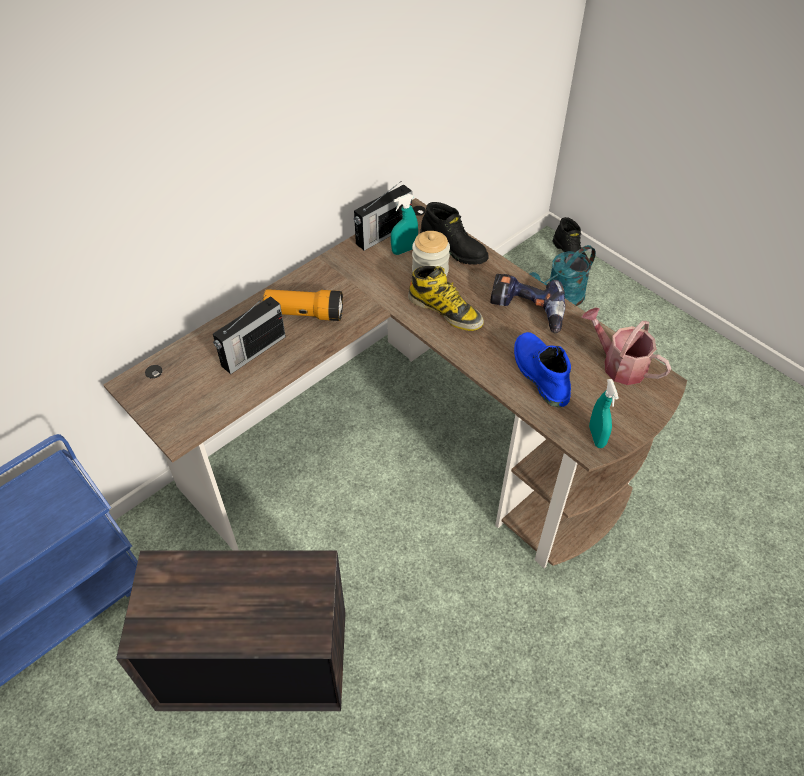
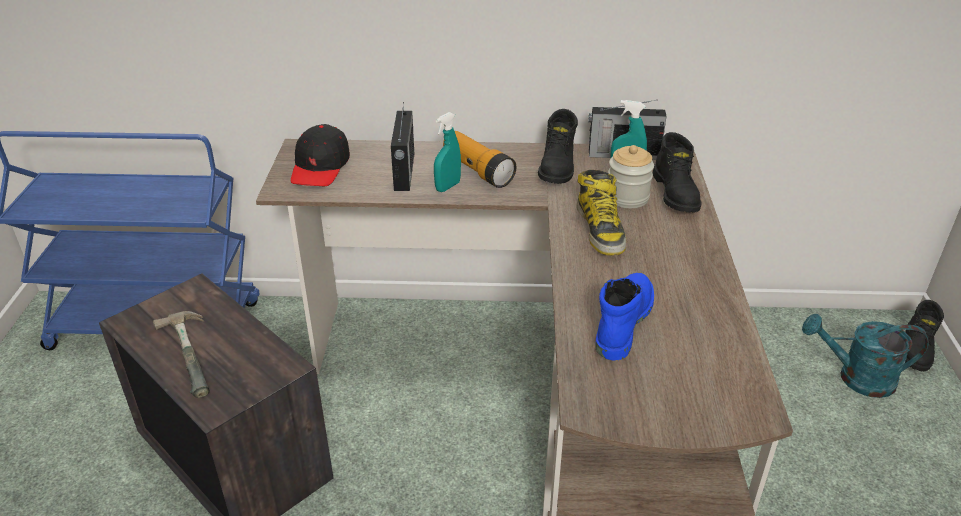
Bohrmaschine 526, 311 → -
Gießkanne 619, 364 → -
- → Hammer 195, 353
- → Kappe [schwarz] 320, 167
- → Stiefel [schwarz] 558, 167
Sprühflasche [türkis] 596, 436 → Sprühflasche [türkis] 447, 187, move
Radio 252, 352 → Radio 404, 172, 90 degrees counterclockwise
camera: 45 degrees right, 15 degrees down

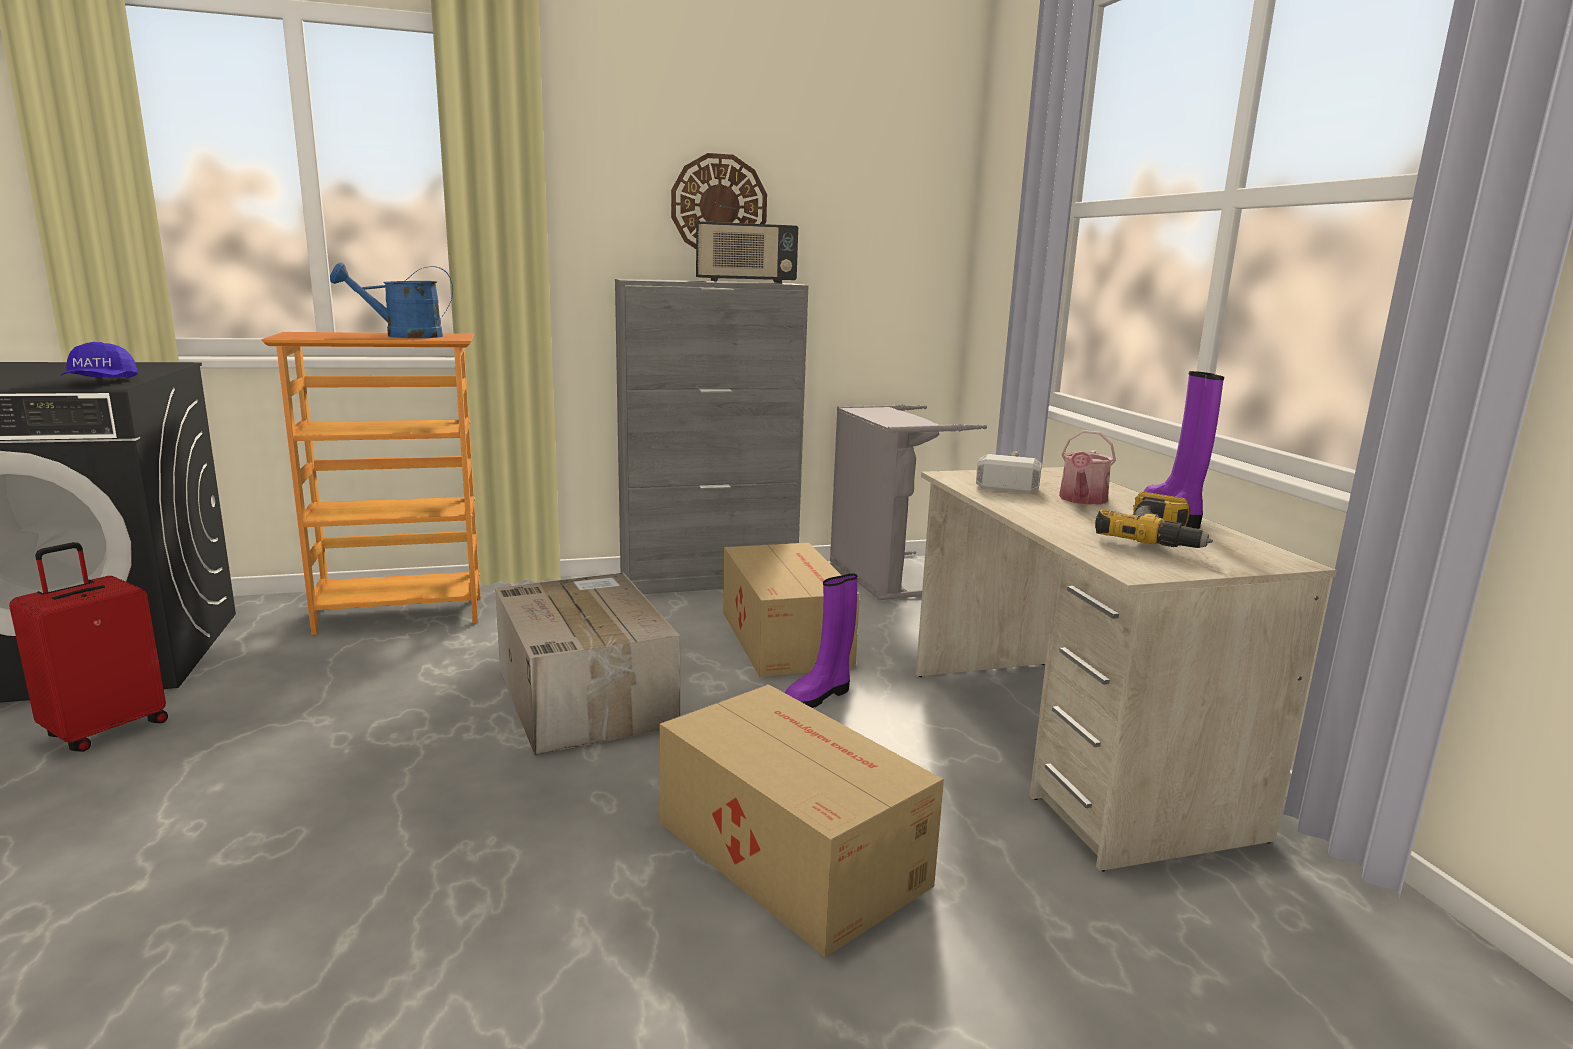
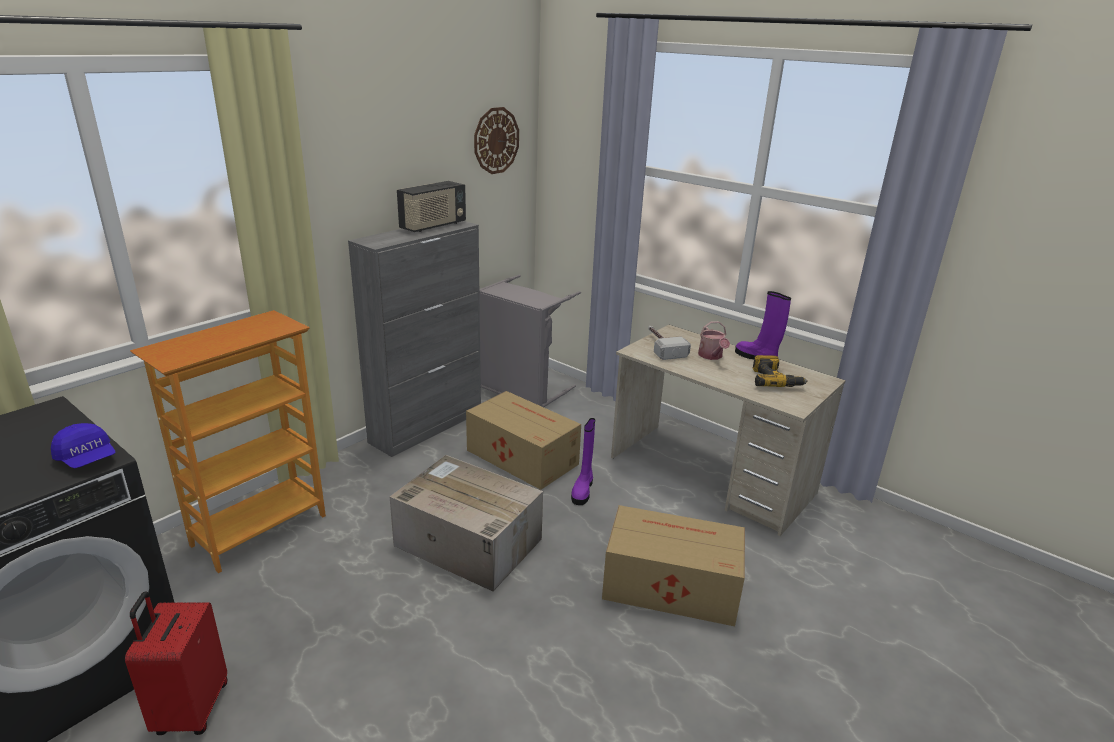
Gießkanne [blau] 403, 336 → -
Wanduhr 719, 206 → Wanduhr 496, 140, move
camera: 35 degrees left, 10 degrees up

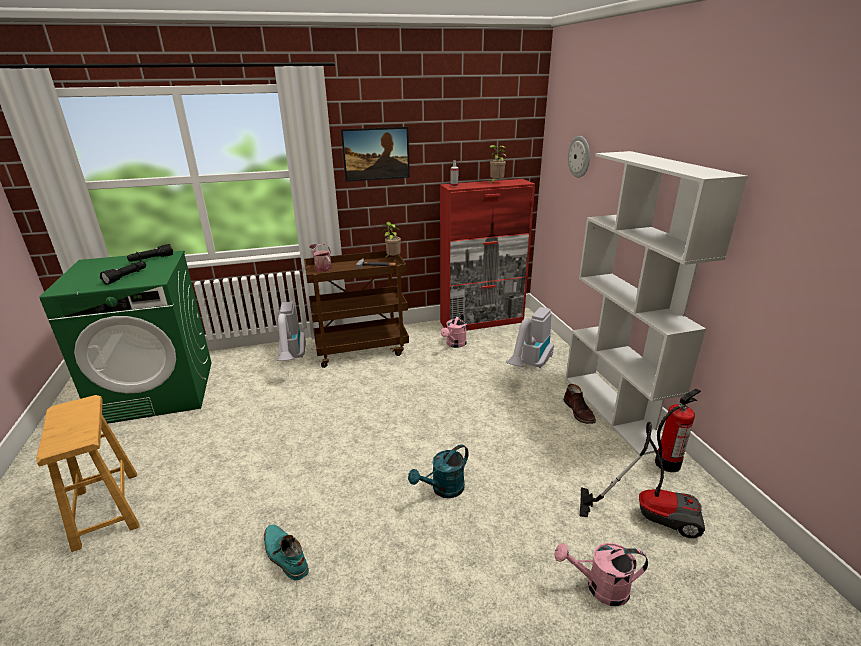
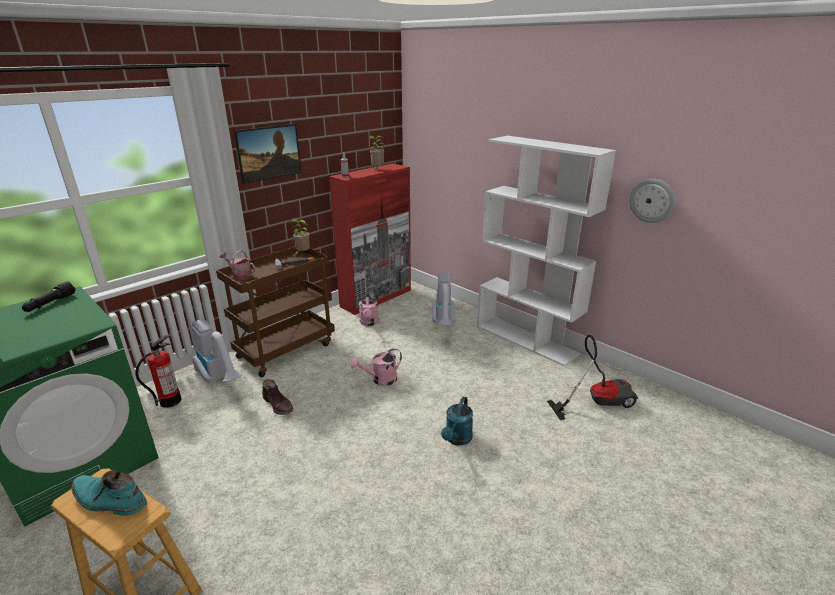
Taschenlampe [schwarz] 126, 277 → -
Stiefel [türkis] 285, 555 → Stiefel [türkis] 109, 500, move
Gießkanne [rosa] 599, 587 → Gießkanne [rosa] 380, 380, move
Stiefel [braun] 579, 412 → Stiefel [braun] 278, 404, move
Wanduhr 579, 157 → Wanduhr 652, 200, move
Feuerlöscher 667, 463 → Feuerlöscher 170, 401, move
camera: 30 degrees left, 0 degrees up

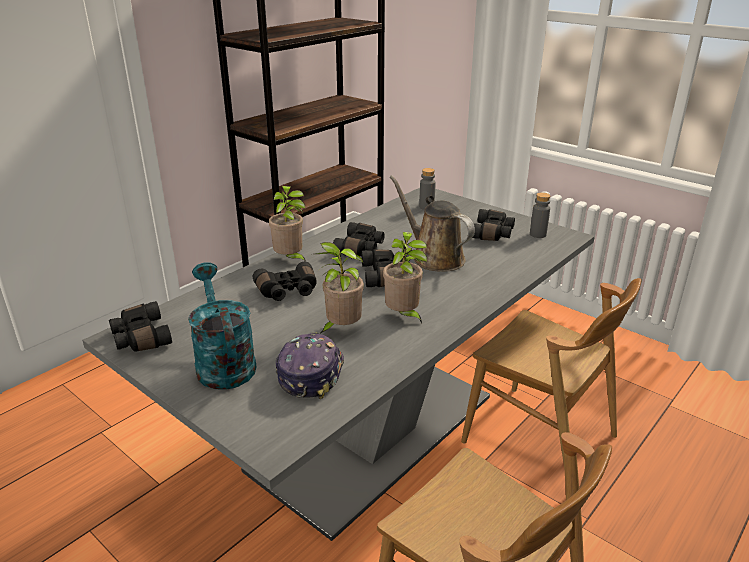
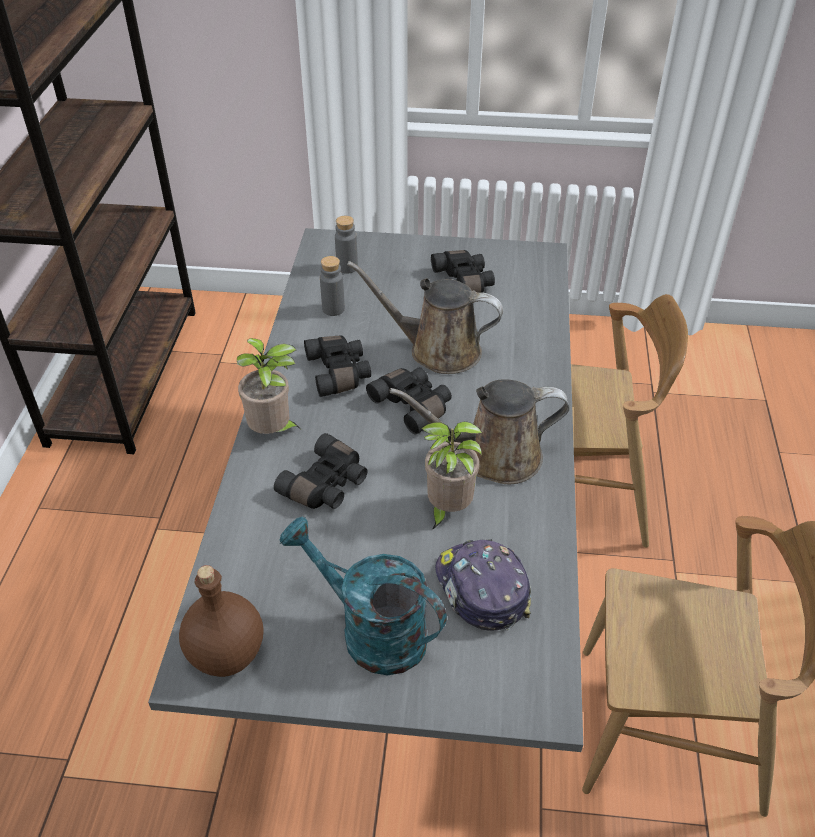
Flasche [grau] 537, 234 → Flasche [grau] 333, 309, move
Fernglas [schwarz] 140, 338 → Flasche [braun] 225, 654
Topfpflanze 403, 316 → Gießkanne [braun] 493, 457
camera: 35 degrees left, 15 degrees up

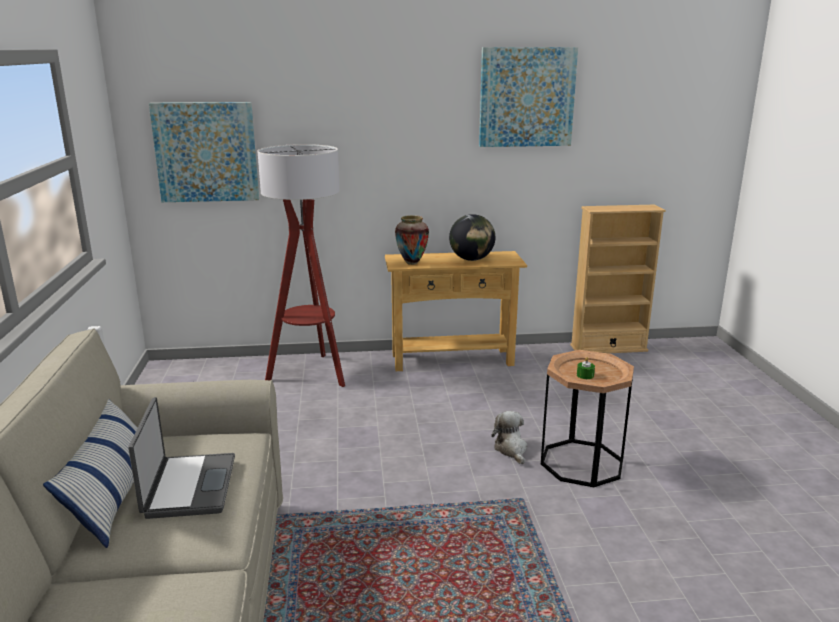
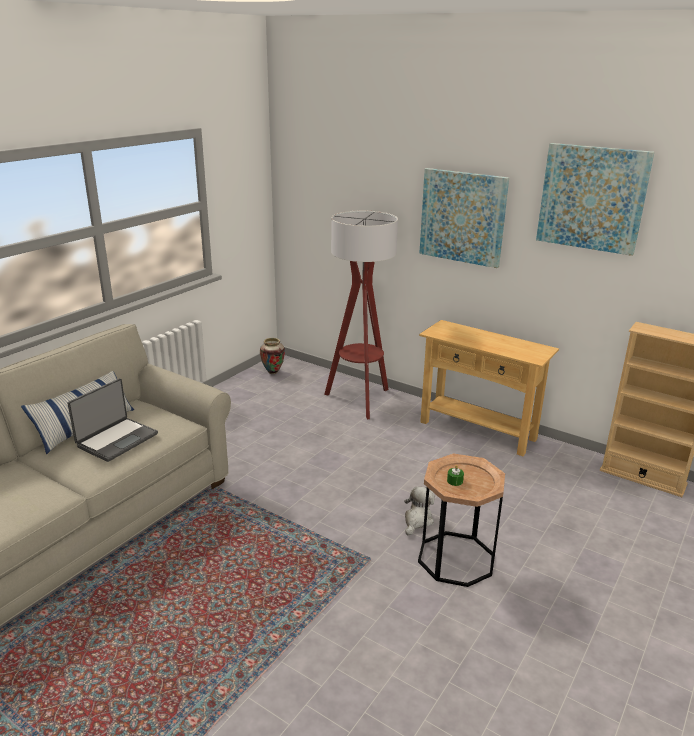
Globus 471, 259 → -
Bild 206, 152 → Bild 463, 217, move
Vase 411, 263 → Vase 273, 372, move
camera: 40 degrees right, 5 degrees up

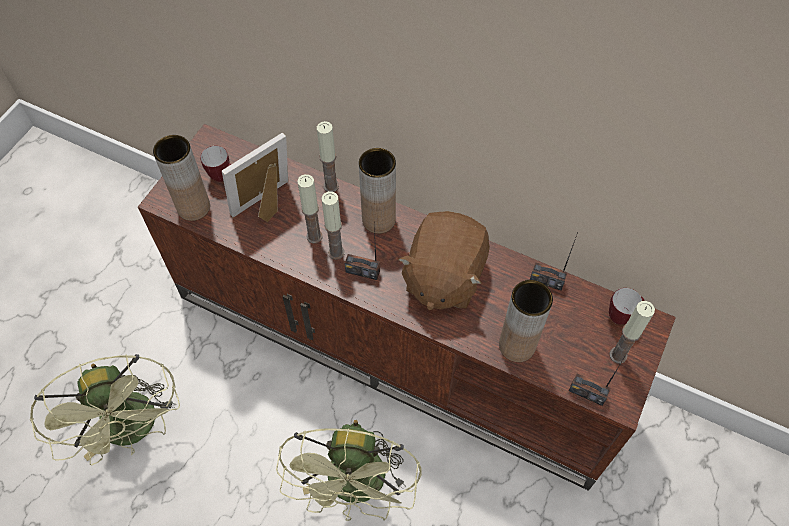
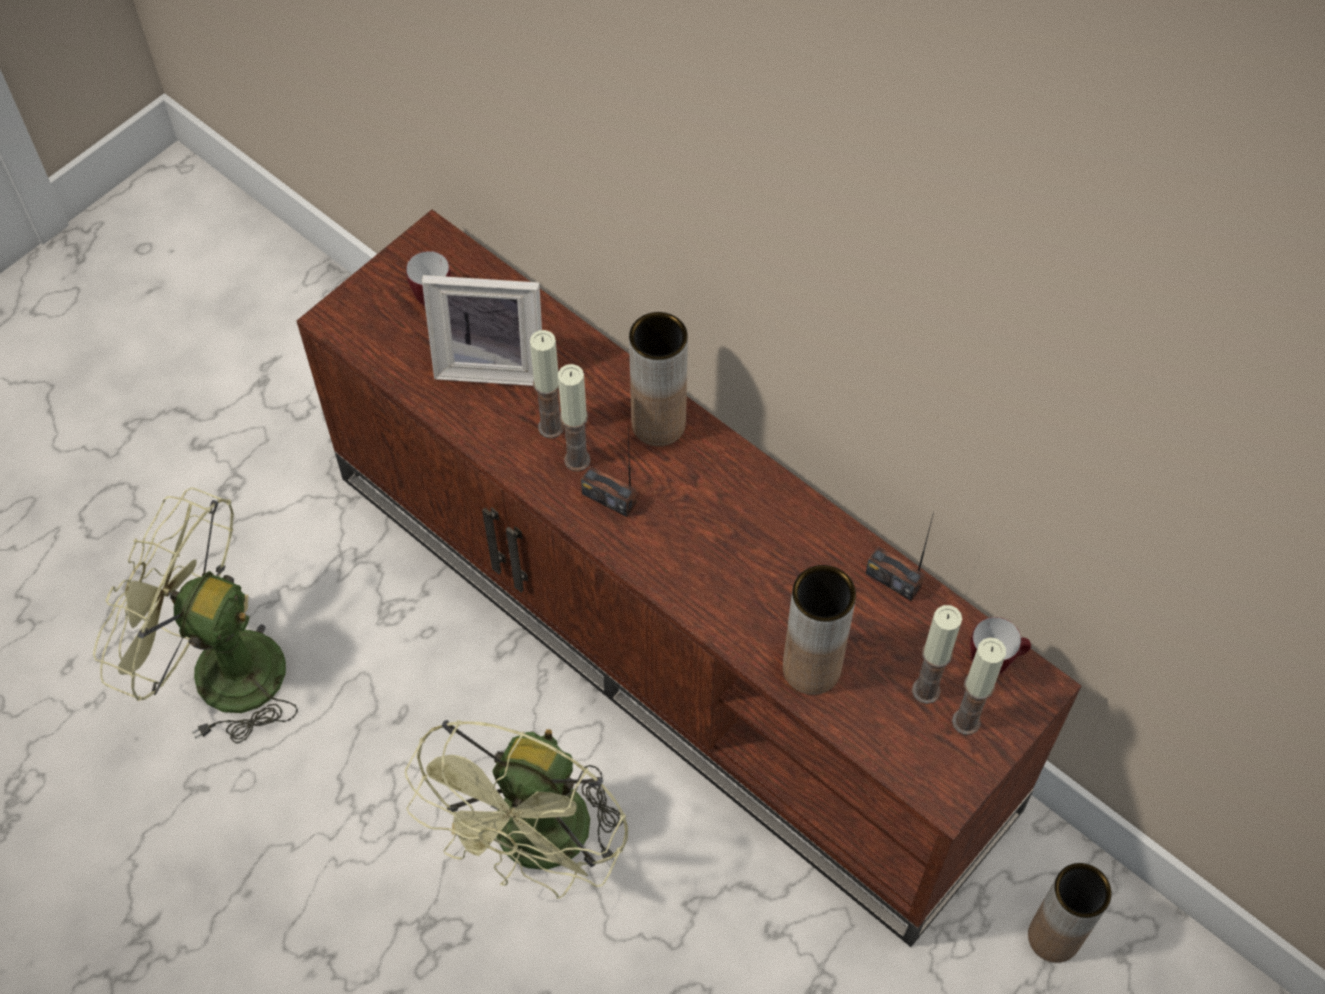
Plüschtier [braun] 443, 277 → -
Radio 587, 393 → -
Vase [braun] 193, 207 → Vase [braun] 1053, 937, move
Kerze 331, 186 → Kerze 925, 691, move
Ventilator [grün] 134, 430 → Ventilator [grün] 218, 669, 120 degrees clockwise
Bilderrahmen 267, 206 → Bilderrahmen 492, 363, 150 degrees counterclockwise
camera: 15 degrees right, 0 degrees up

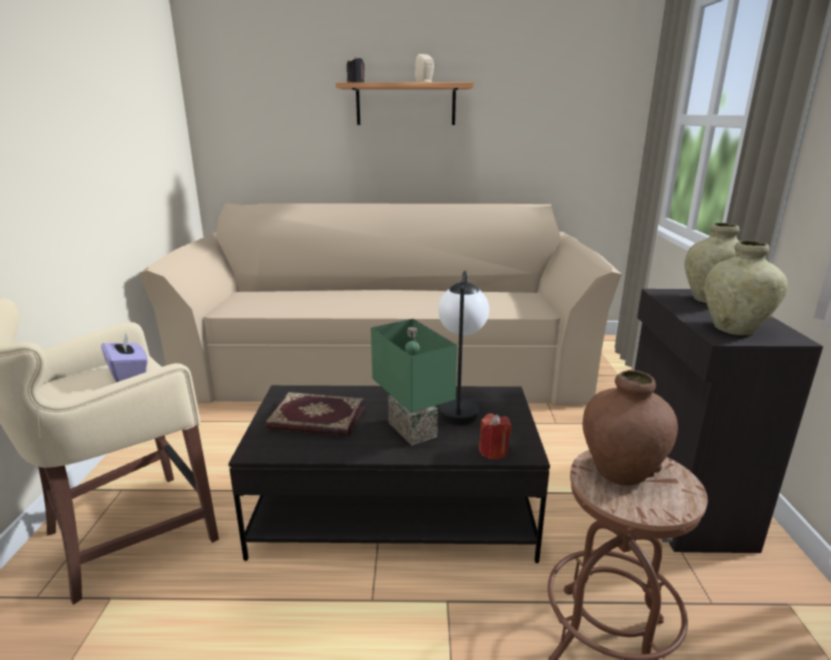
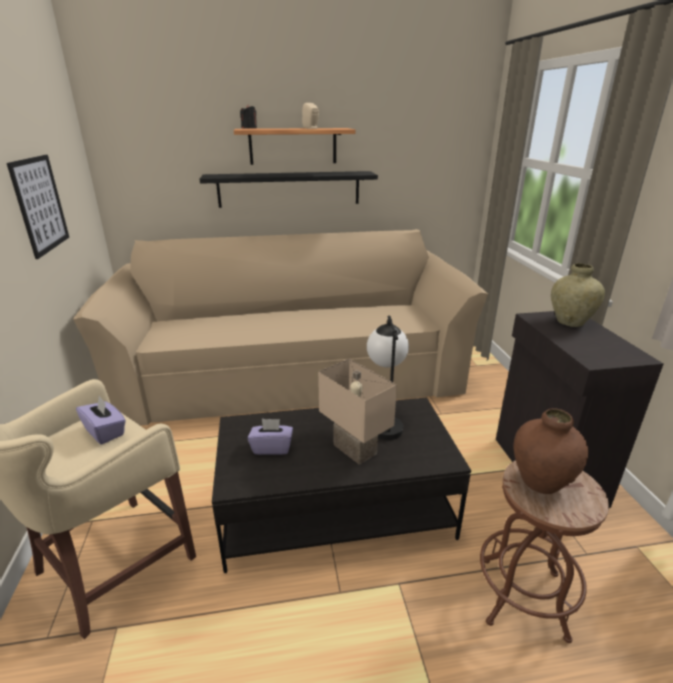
Kerze [rot] 493, 451 → -
Vase [beige] 734, 329 → -
- → Bild 40, 204
- → Wandregal [schwarz] 289, 189
Buch 316, 419 → Taschentuchbox [lila] 272, 447
Tischlampe [grün] 409, 430 → Tischlampe [beige] 352, 450
camera: 10 degrees left, 5 degrees up

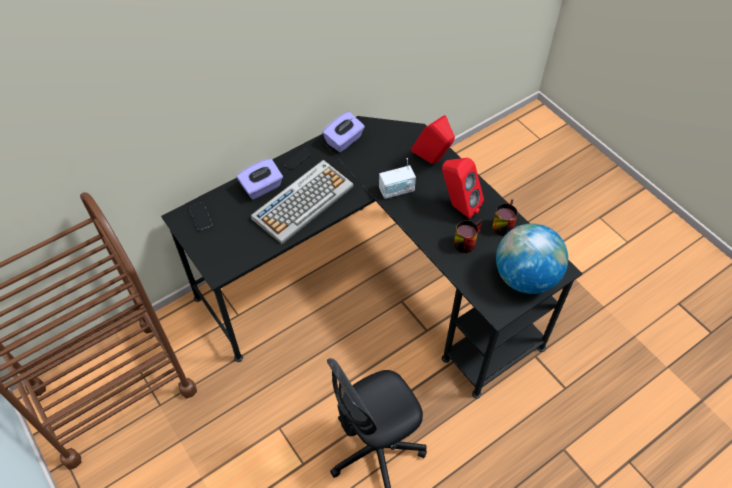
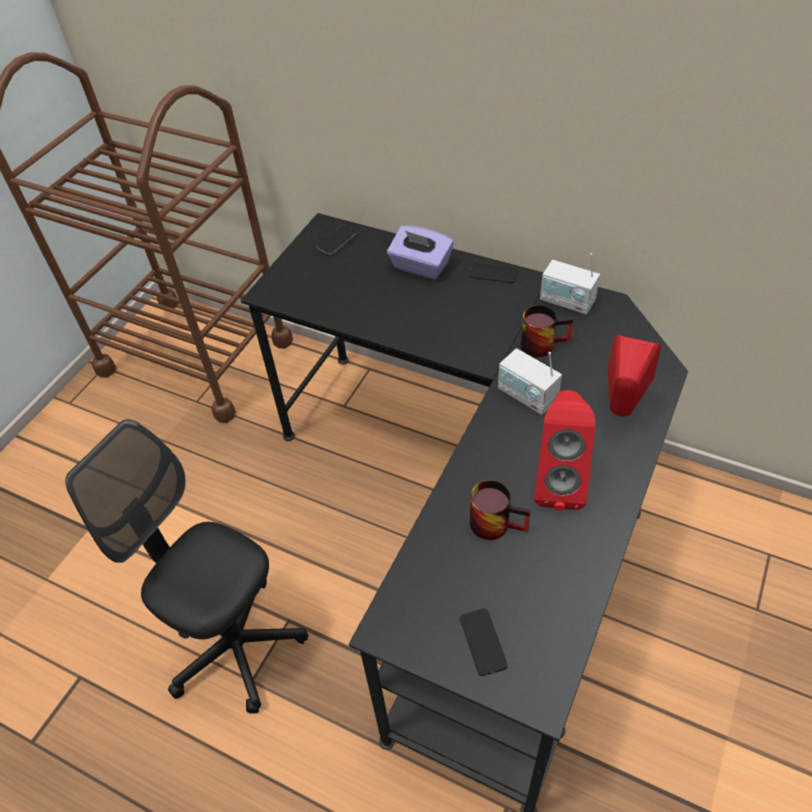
Tastatur 303, 201 → -
Henkelbecher 502, 224 → Henkelbecher 542, 343, move
Taschentuchbox [lila] 344, 140 → Radio 567, 302
Globus 525, 277 → Handy 483, 642
camera: 65 degrees right, 5 degrees down

